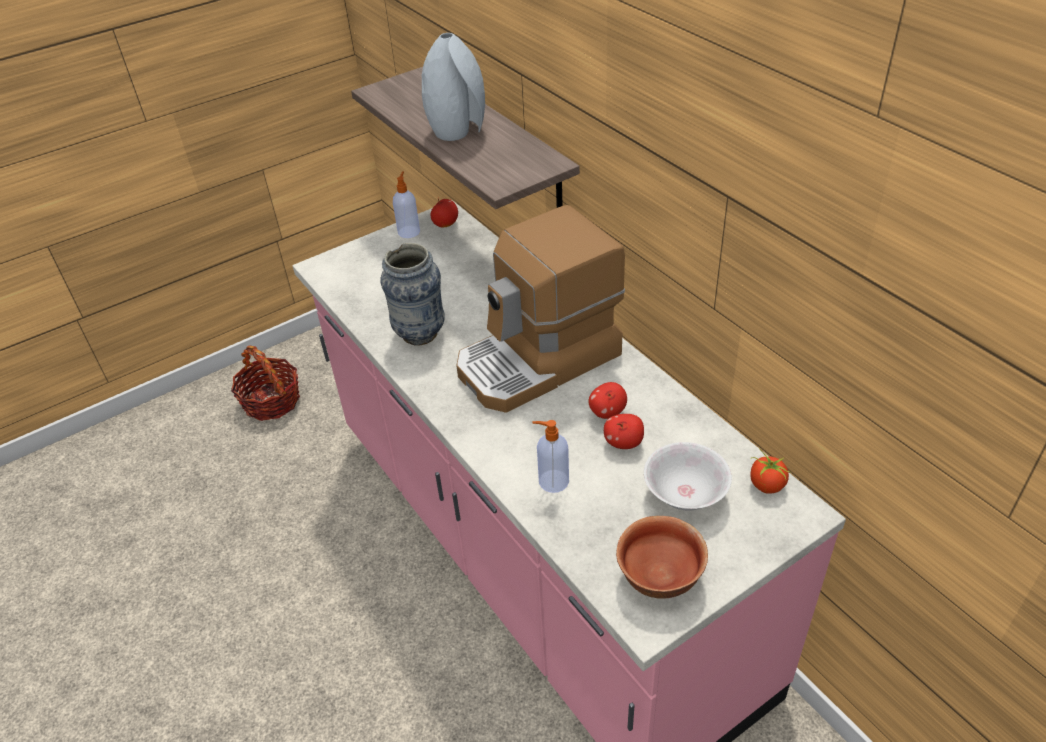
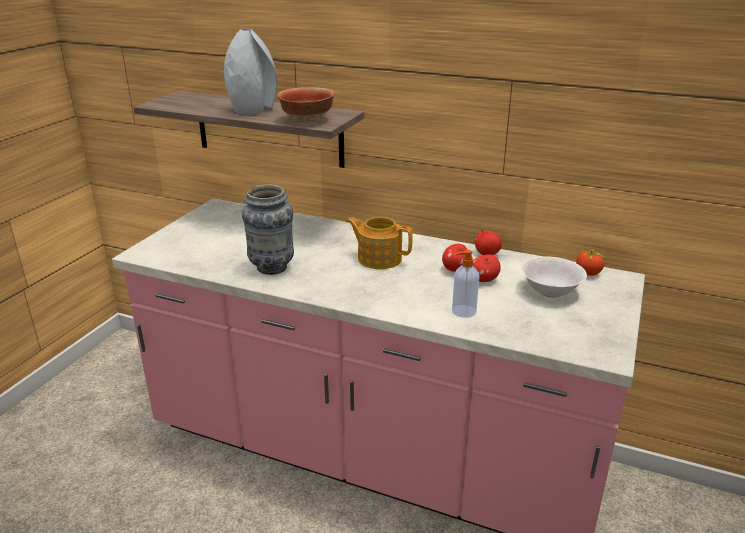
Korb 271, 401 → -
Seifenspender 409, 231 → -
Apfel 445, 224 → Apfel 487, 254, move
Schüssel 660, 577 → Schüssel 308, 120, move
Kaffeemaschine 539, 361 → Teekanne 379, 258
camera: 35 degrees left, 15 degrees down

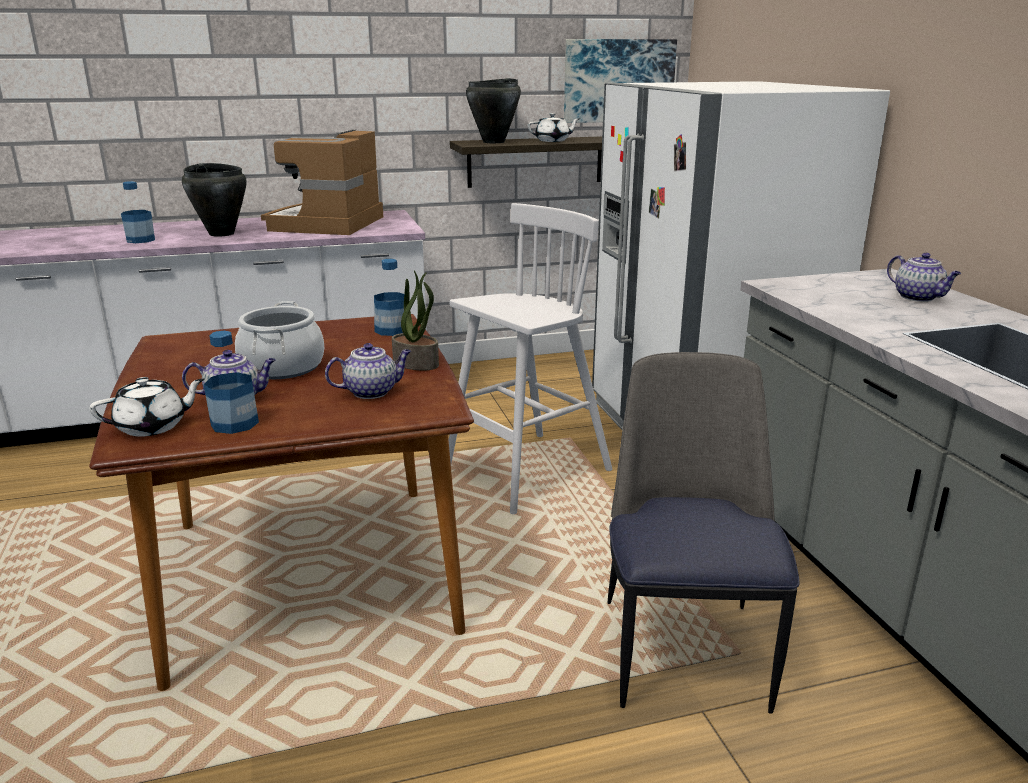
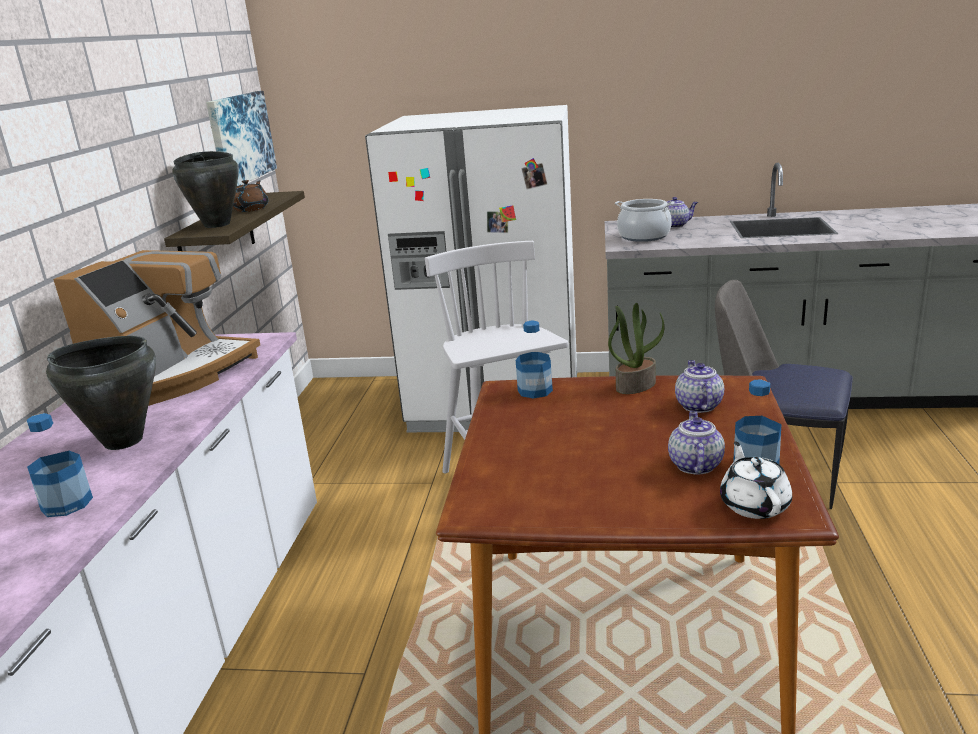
Kochtopf 282, 367 → Kochtopf 644, 236, move
Teekanne [weiß] 553, 141 → Teekanne [braun] 251, 209
Kaffeemaschine 328, 224 → Kaffeemaschine 173, 375, 105 degrees counterclockwise
camera: 65 degrees left, 0 degrees up

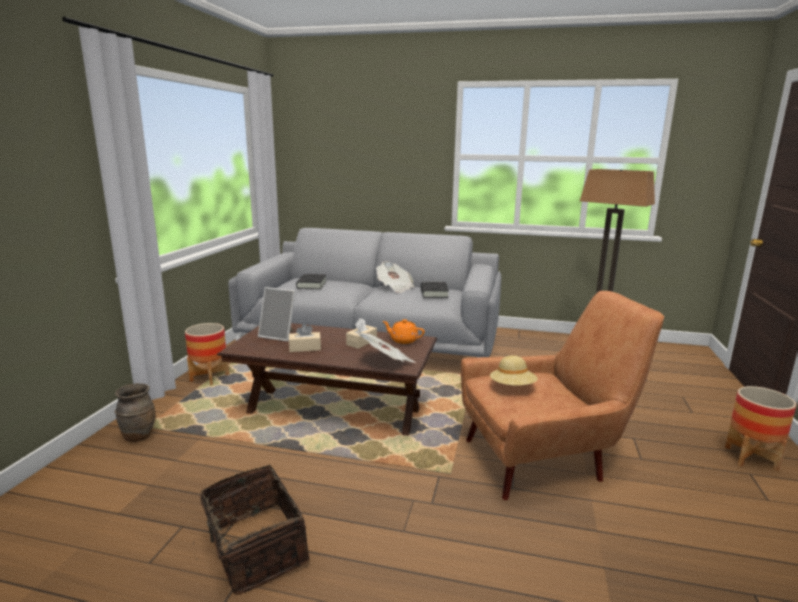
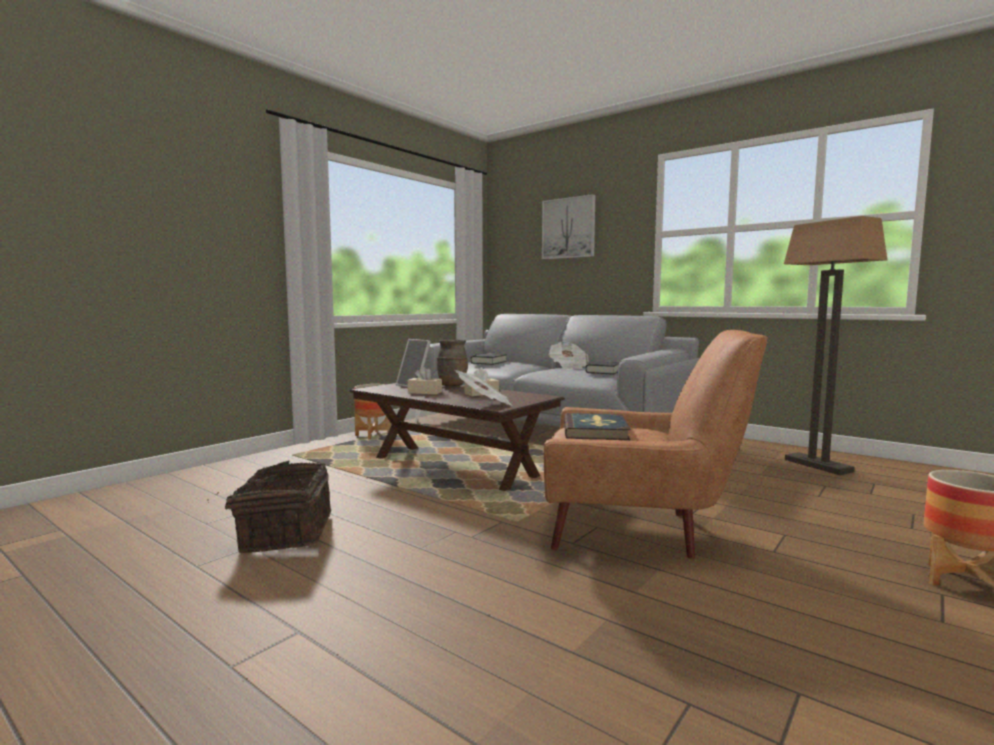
Teekanne [orange] 403, 340 → -
- → Bild 568, 228
Vase [braun] 139, 436 → Vase [braun] 452, 385, move
Hut [beige] 512, 387 → Buch 595, 431
camera: 25 degrees right, 10 degrees down

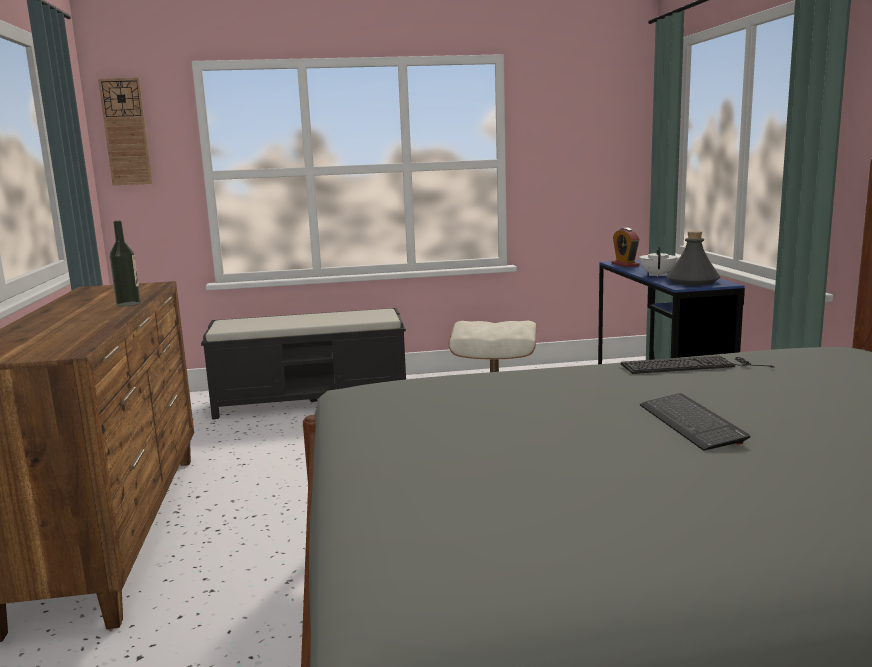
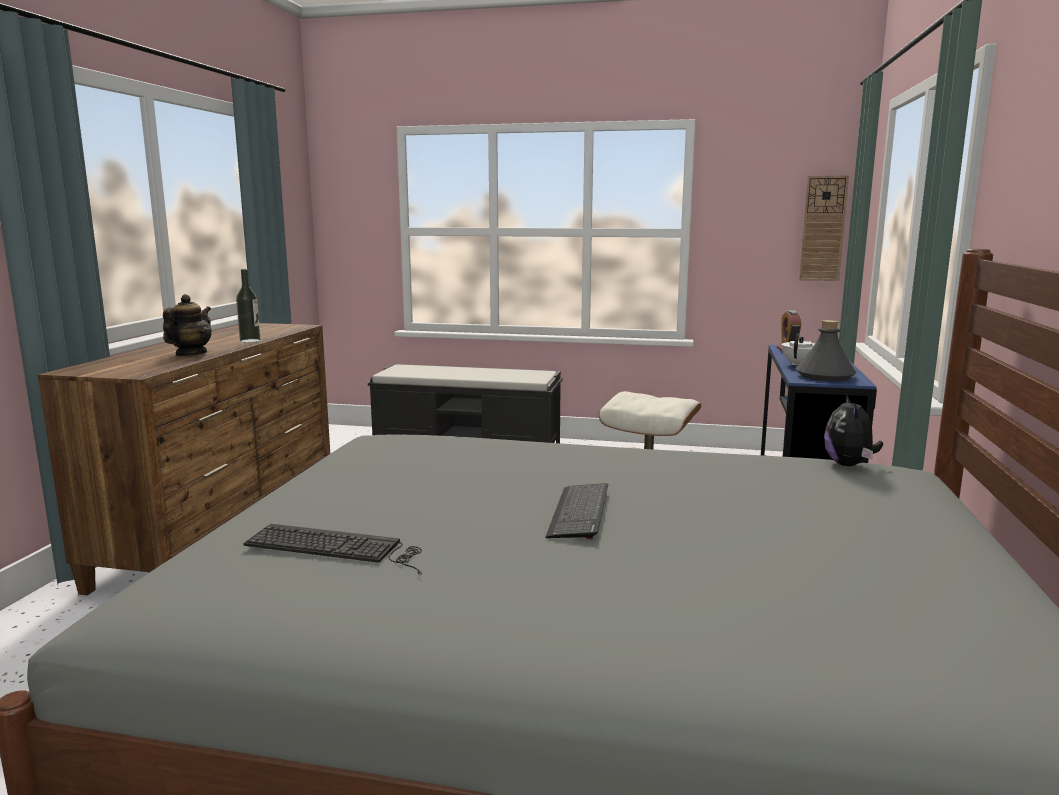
- → Teekanne 190, 354
- → Plüschtier 849, 465
Wanduhr 126, 132 → Wanduhr 823, 228, move
Tastatur 691, 366 → Tastatur 338, 548, move
camera: 20 degrees right, 0 degrees up

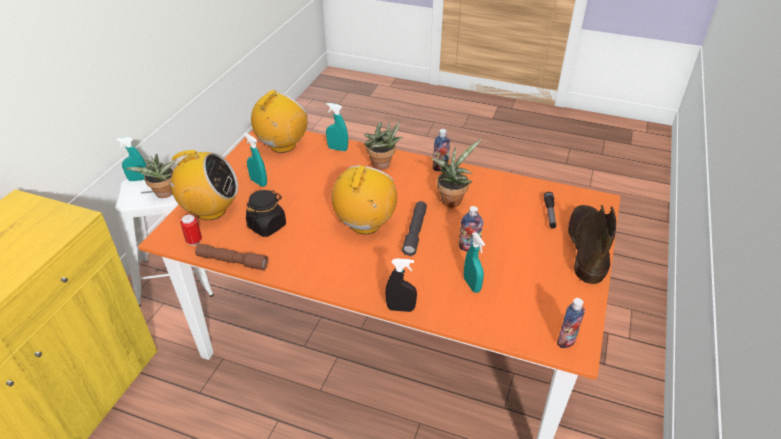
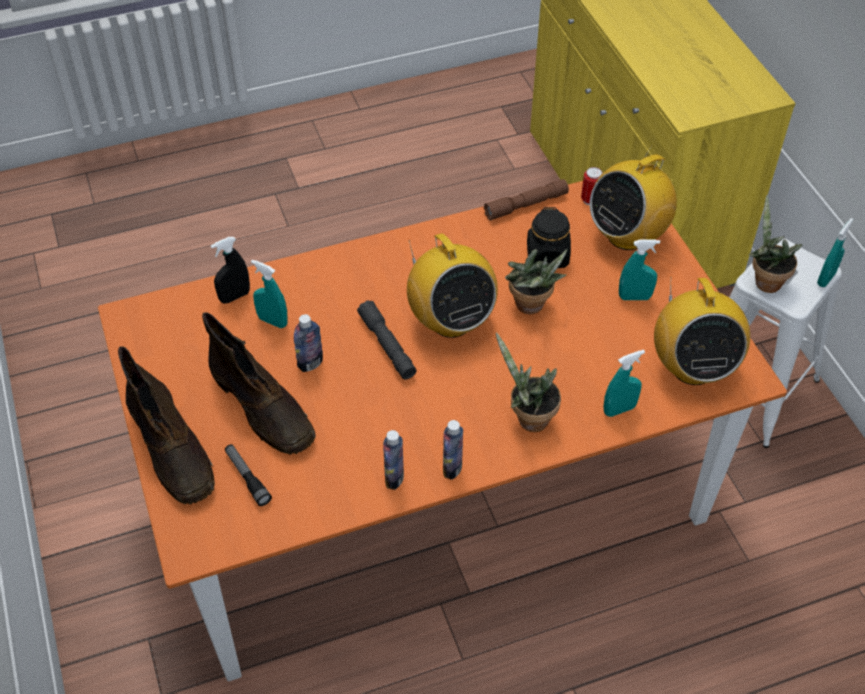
- → Stiefel [braun] 264, 408
Sprühflasche [schwarz] 400, 308 → Sprühflasche [schwarz] 234, 296, move
Topfpflanze 452, 199 → Topfpflanze 531, 307, move
Flasche 566, 341 → Flasche 394, 478, move
camera: 140 degrees right, 10 degrees up

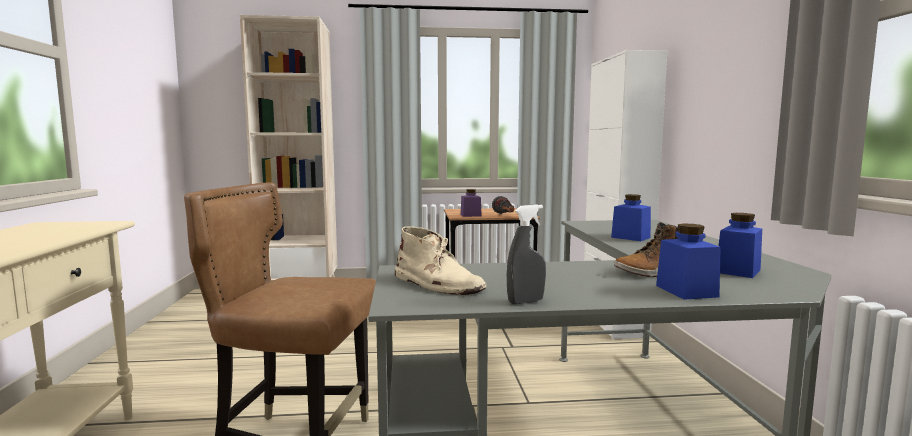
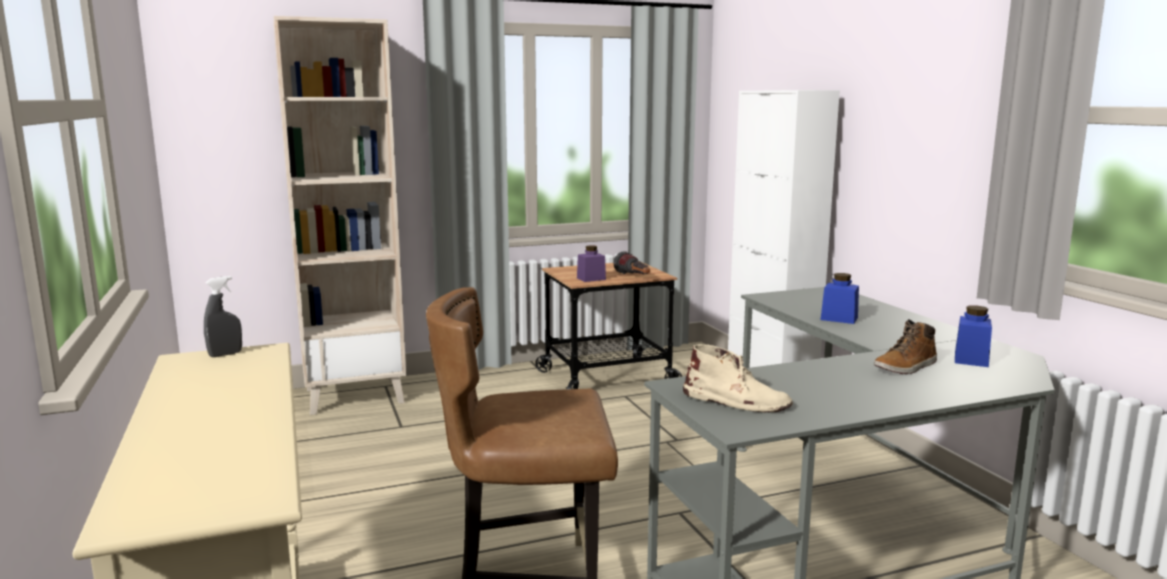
Vorratsglas [blau] 686, 291 → -
Sprühflasche [grau] 525, 302 → Sprühflasche [grau] 225, 354, move
camera: 15 degrees left, 5 degrees up

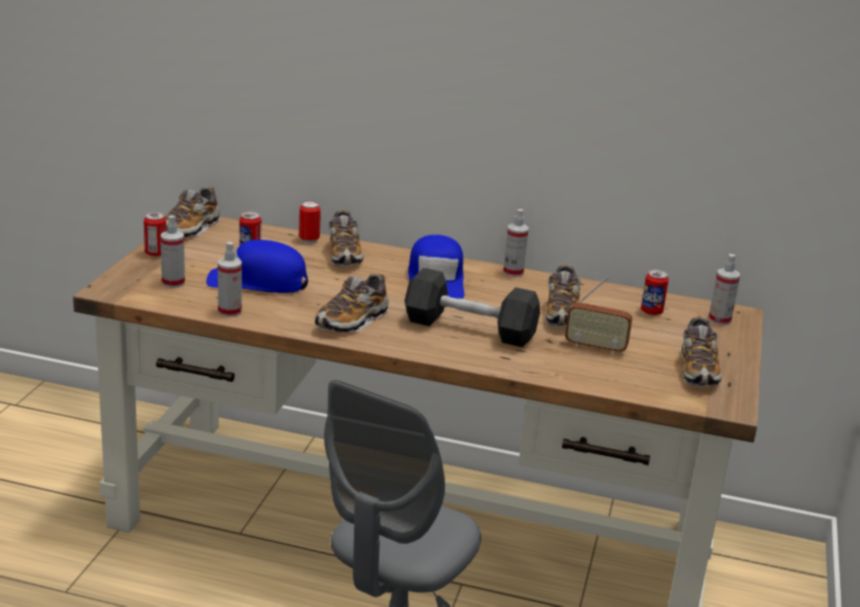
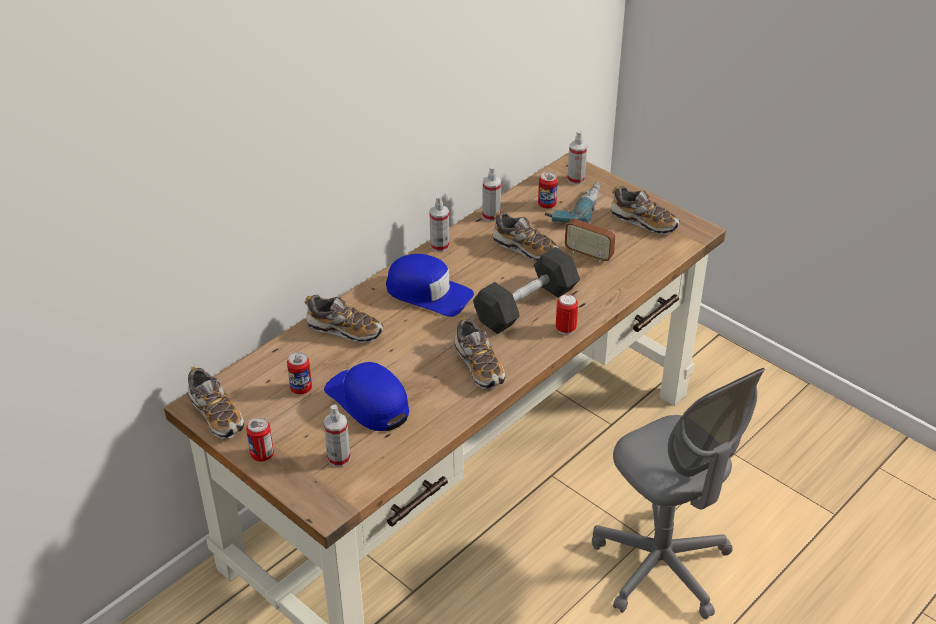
- → Bohrmaschine 574, 208
Sprühflasche 229, 312 → Sprühflasche 491, 216, move
Dose 309, 240 → Dose 565, 329, move
Kappe [blau] 257, 281 → Kappe [blau] 368, 401, 105 degrees clockwise
Radio 595, 348 → Radio 588, 254, 75 degrees clockwise
camera: 60 degrees left, 15 degrees up

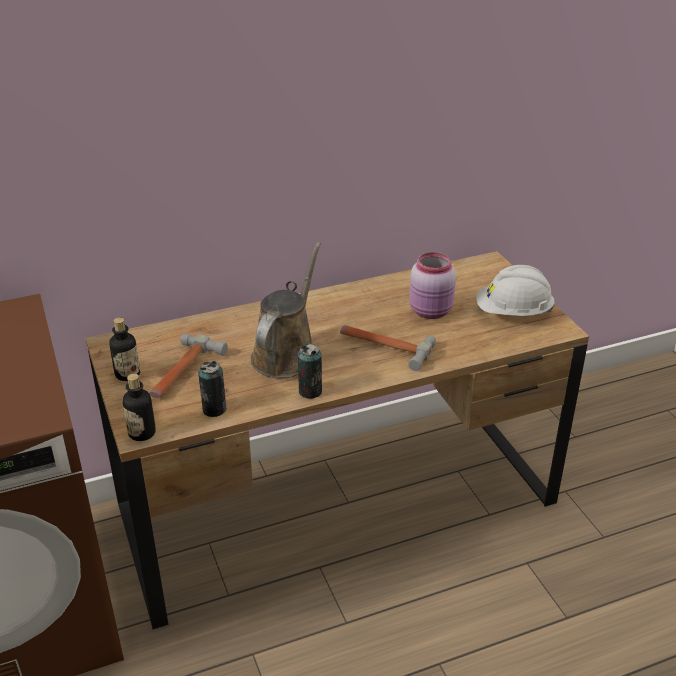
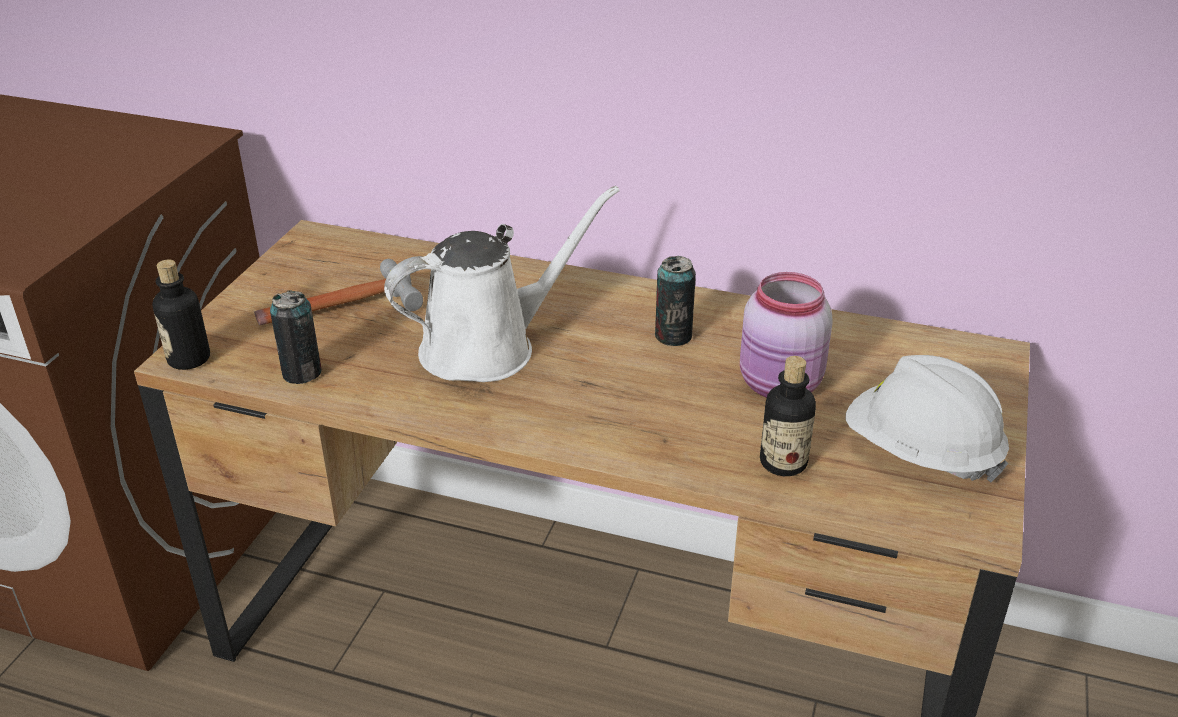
Hammer 384, 347 → -
Flasche 127, 374 → Flasche 783, 462, move
Dose 310, 391 → Dose 673, 336, move
Gießkanne [braun] 287, 354 → Gießkanne [weiß] 488, 347
camera: 40 degrees right, 0 degrees up

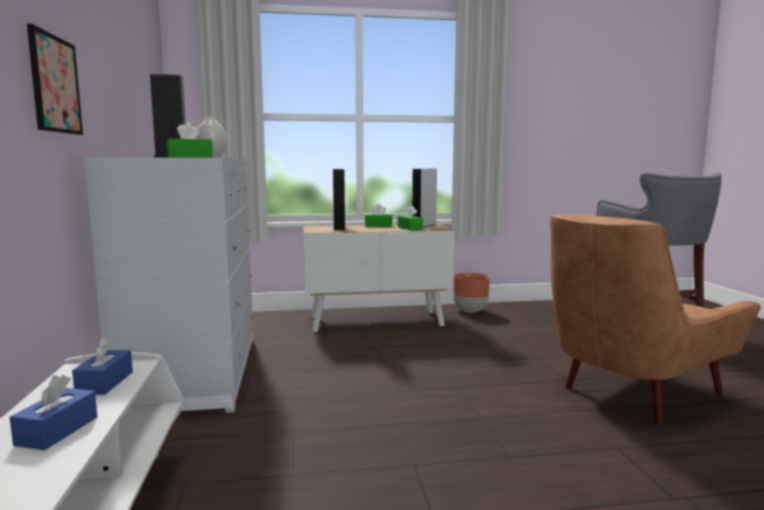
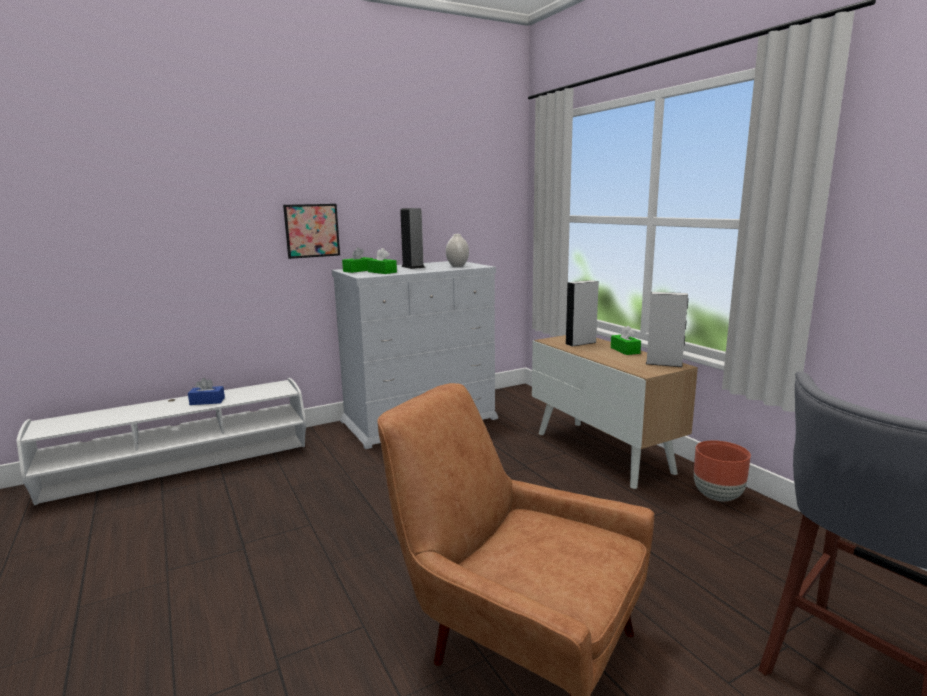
Taschentuchbox [blau] 105, 383 → -
Taschentuchbox [grün] 410, 228 → Taschentuchbox [grün] 358, 270, move
camera: 70 degrees right, 5 degrees up

